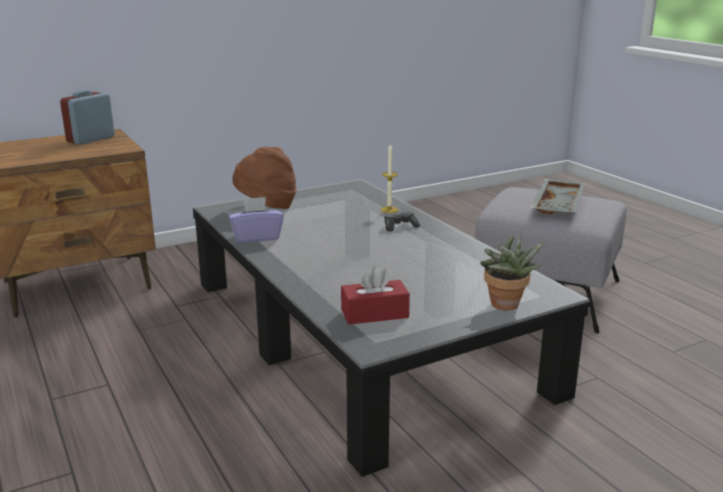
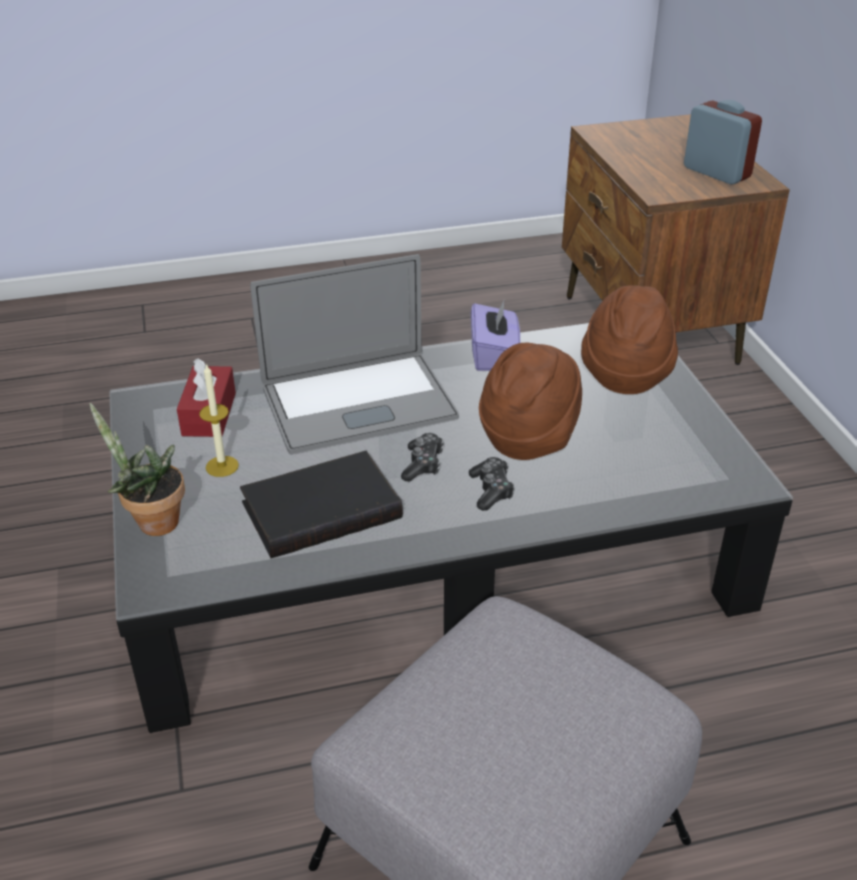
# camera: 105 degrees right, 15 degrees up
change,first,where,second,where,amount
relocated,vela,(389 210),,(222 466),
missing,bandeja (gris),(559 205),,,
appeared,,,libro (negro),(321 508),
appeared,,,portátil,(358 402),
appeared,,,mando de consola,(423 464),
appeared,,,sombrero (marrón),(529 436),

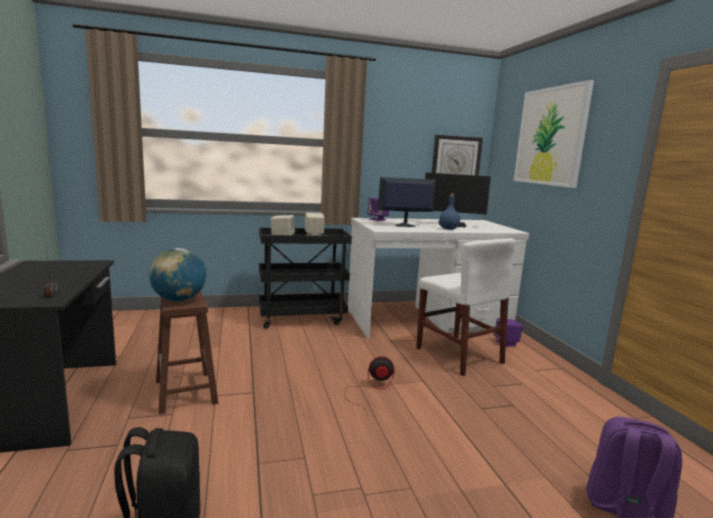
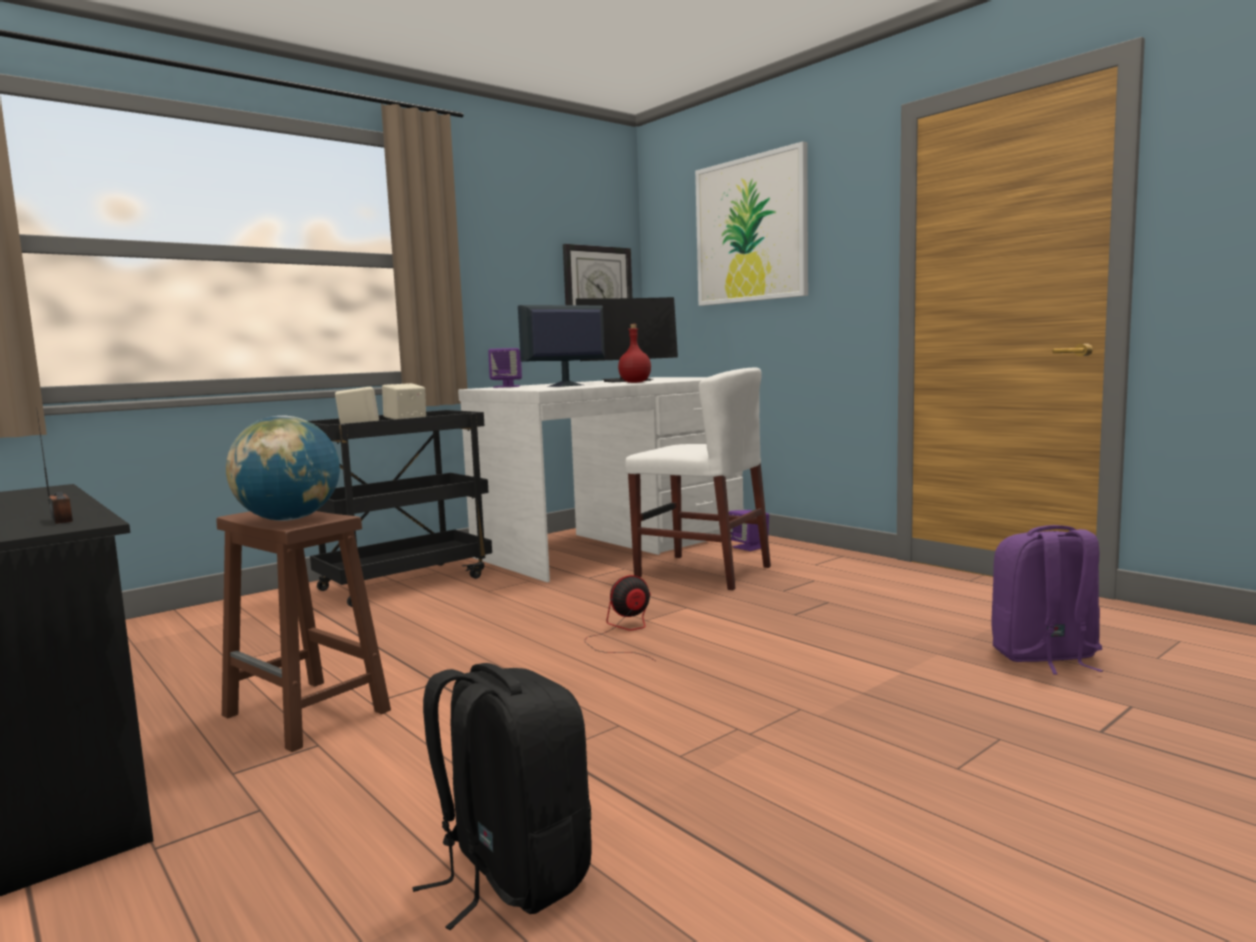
# camera: 25 degrees left, 5 degrees down
change,first,where,second,where,amount
colour,botella (azul),(449 229),botella (rojo),(635 382),

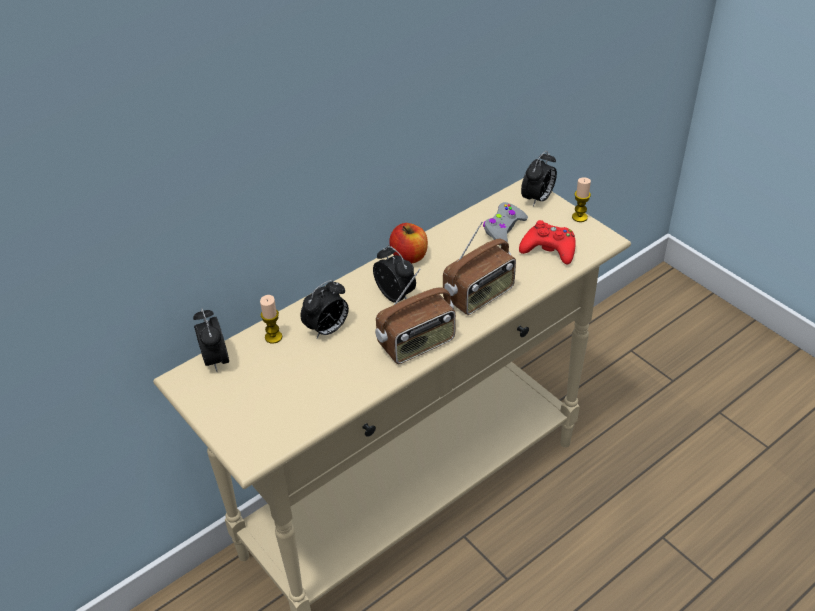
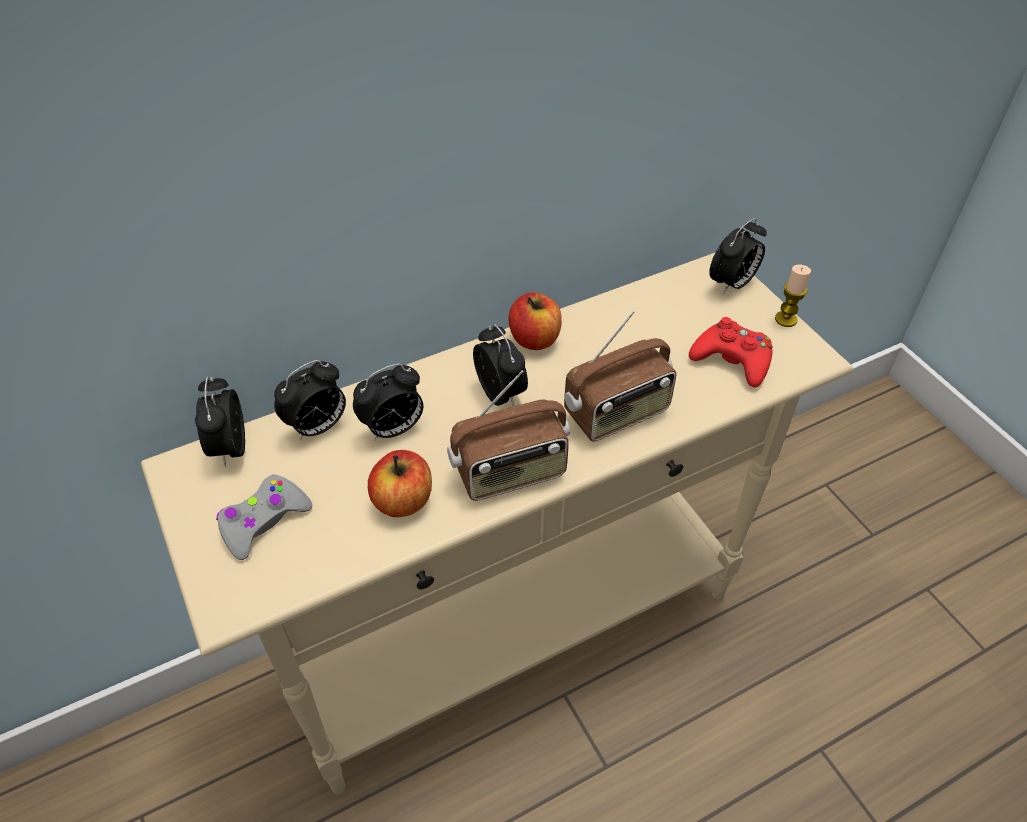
# camera: 10 degrees right, 5 degrees up
change,first,where,second,where,amount
exchanged,vela,(273 337),despertador,(317 427),
relocated,mando de consola (gris),(503 229),,(264 521),
appeared,,,manzana,(403 500),

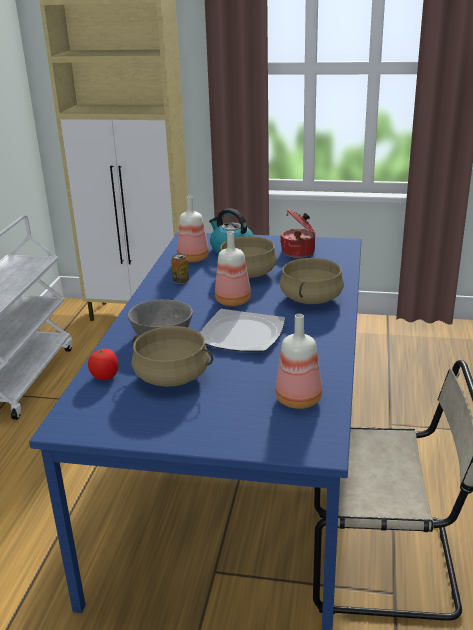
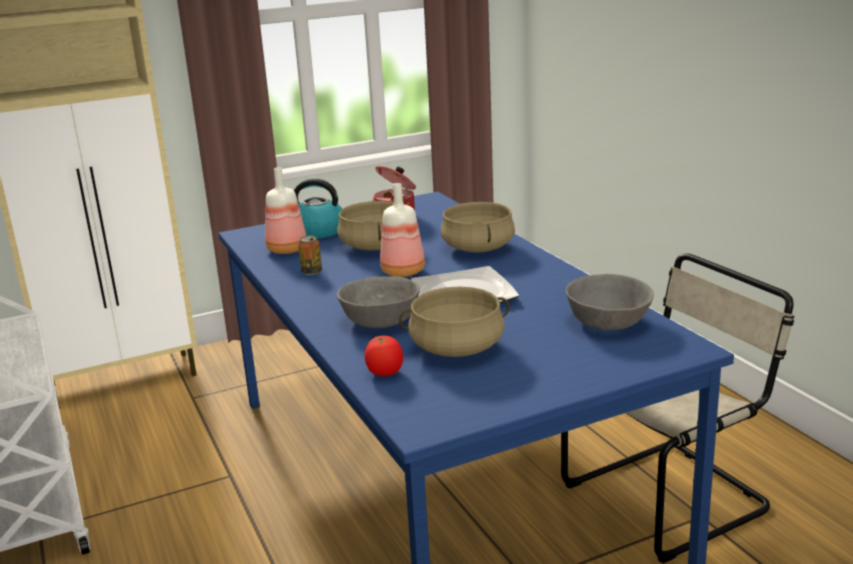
# camera: 35 degrees left, 5 degrees down
change,first,where,second,where,amount
exchanged,botella,(299 399),cuenco (gris),(609 322),

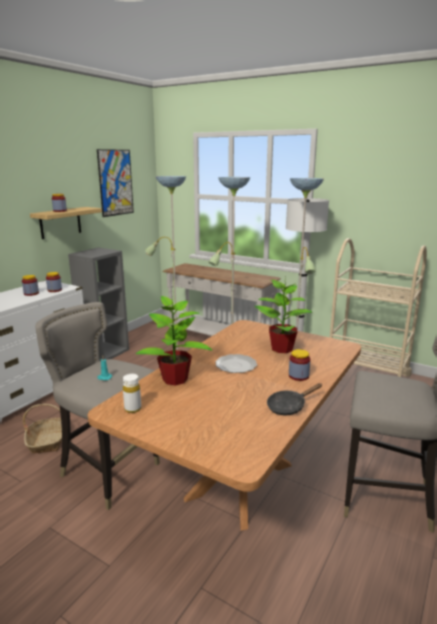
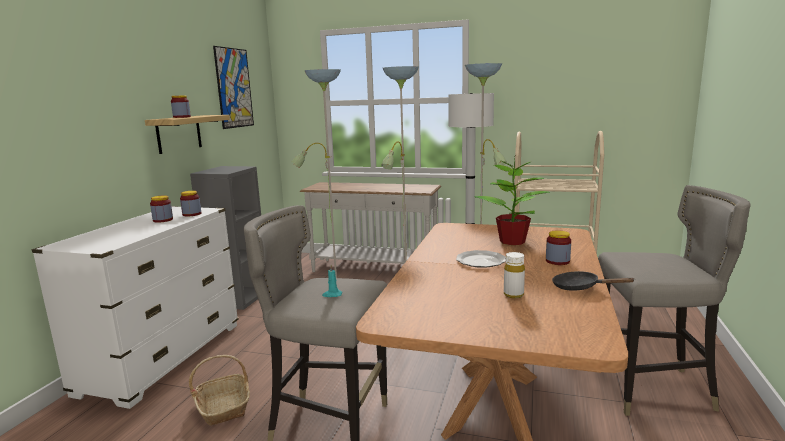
# camera: 15 degrees left, 5 degrees down
change,first,where,second,where,amount
relocated,botella (blanco),(133 409),,(513 295),
missing,planta en maceta,(175 379),,,
spun,sartén (negro),(289 406),,(580 287),75 degrees clockwise

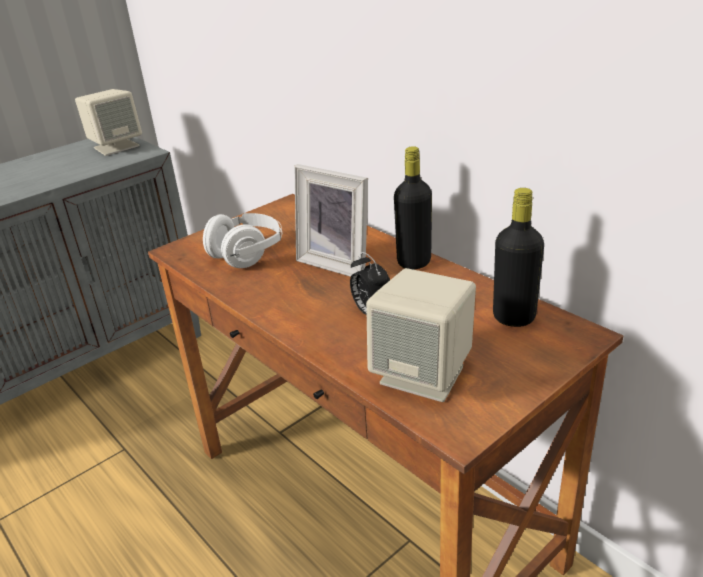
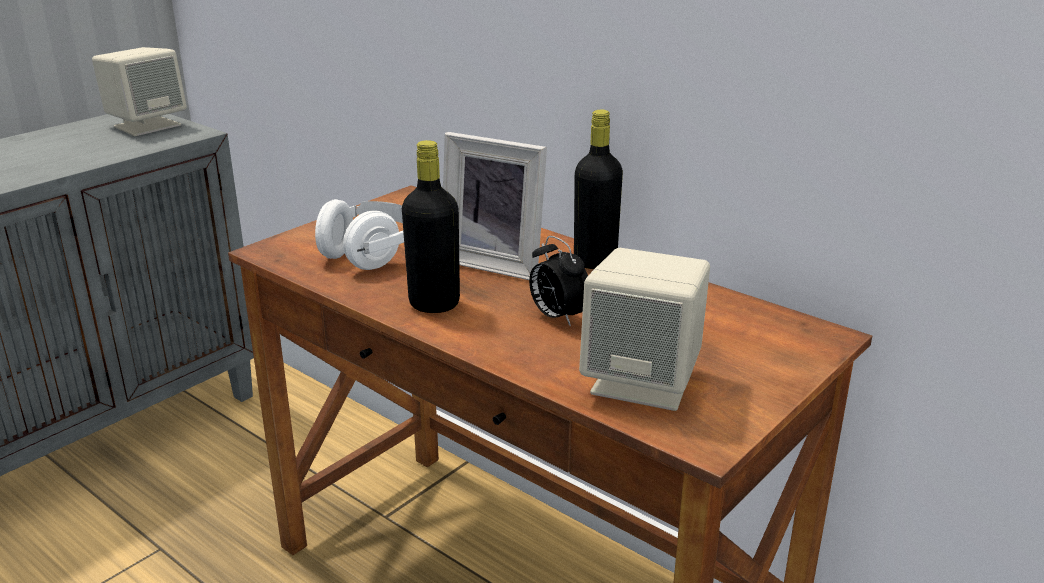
# camera: 10 degrees left, 5 degrees down
change,first,where,second,where,amount
relocated,botella (negro),(514 317),,(434 304),

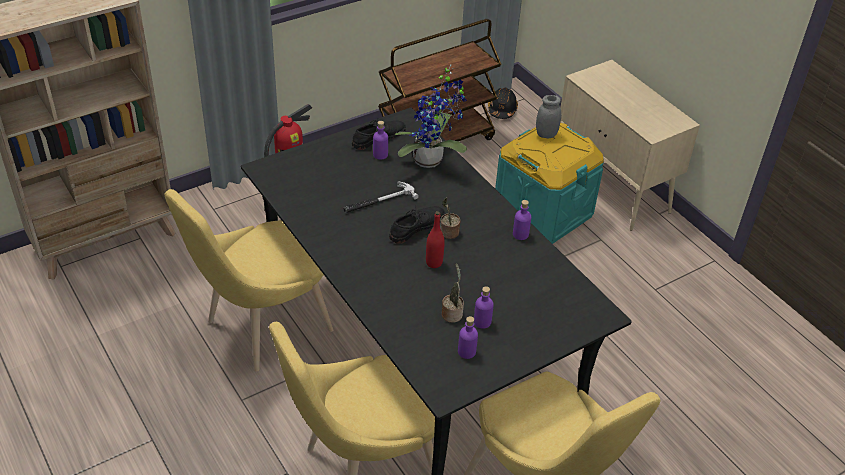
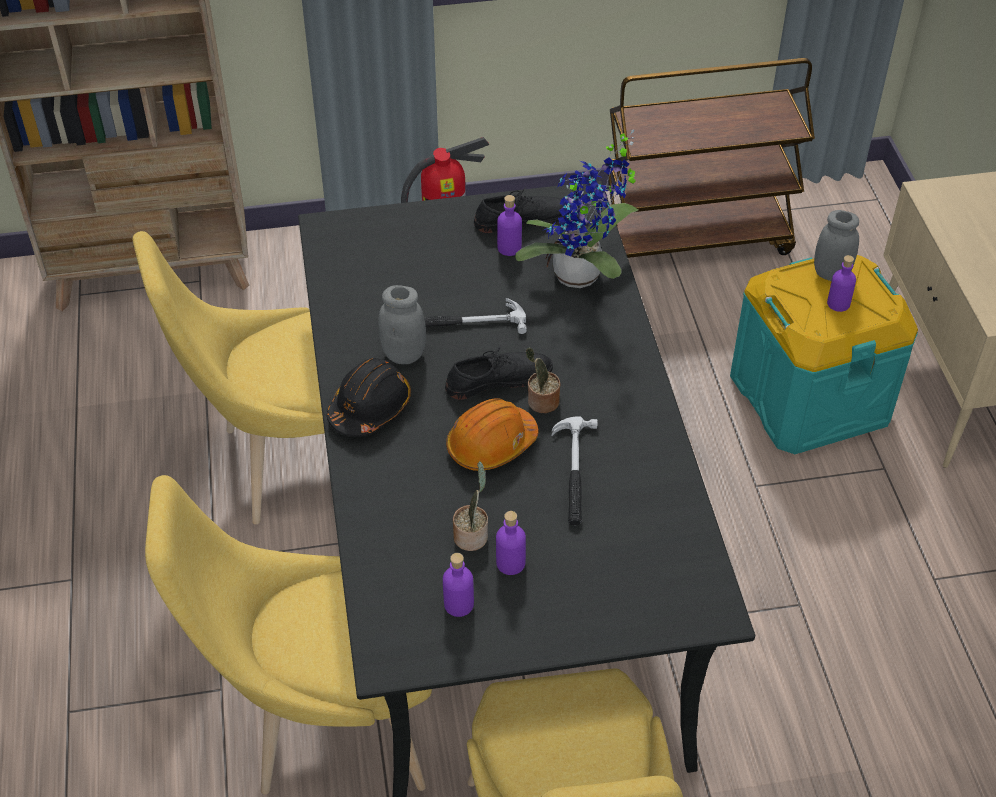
# camera: 25 degrees right, 5 degrees up
change,first,where,second,where,amount
exchanged,botella (rojo),(434 263),casco (naranja),(491 445),
relocated,casco (negro),(502 110),,(370 408),
relocated,botella (morado),(520 234),,(838 303),
appeared,,,tarro (gris),(404 354),
appeared,,,martillo,(574 473),

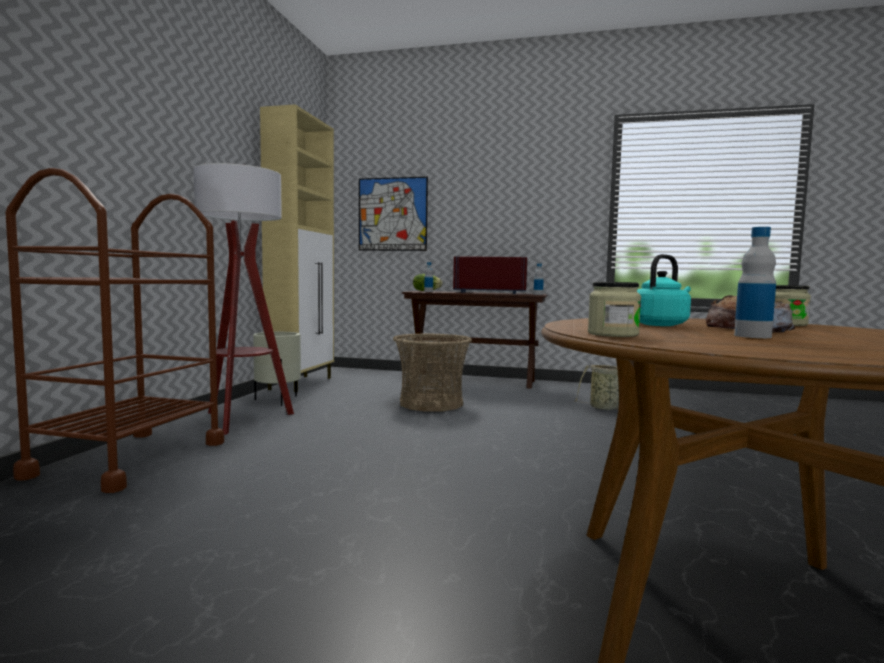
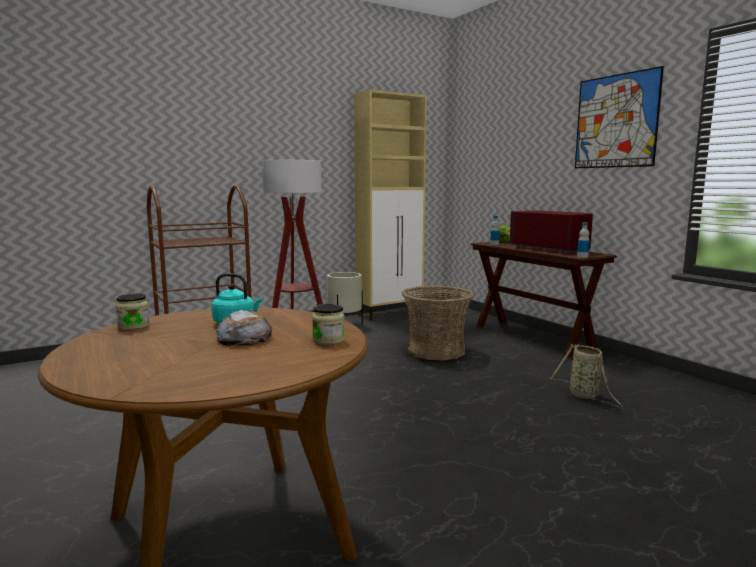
# camera: 45 degrees right, 5 degrees up
change,first,where,second,where,amount
relocated,cuadro,(392 214),,(616 121),
missing,botella,(752 336),,,

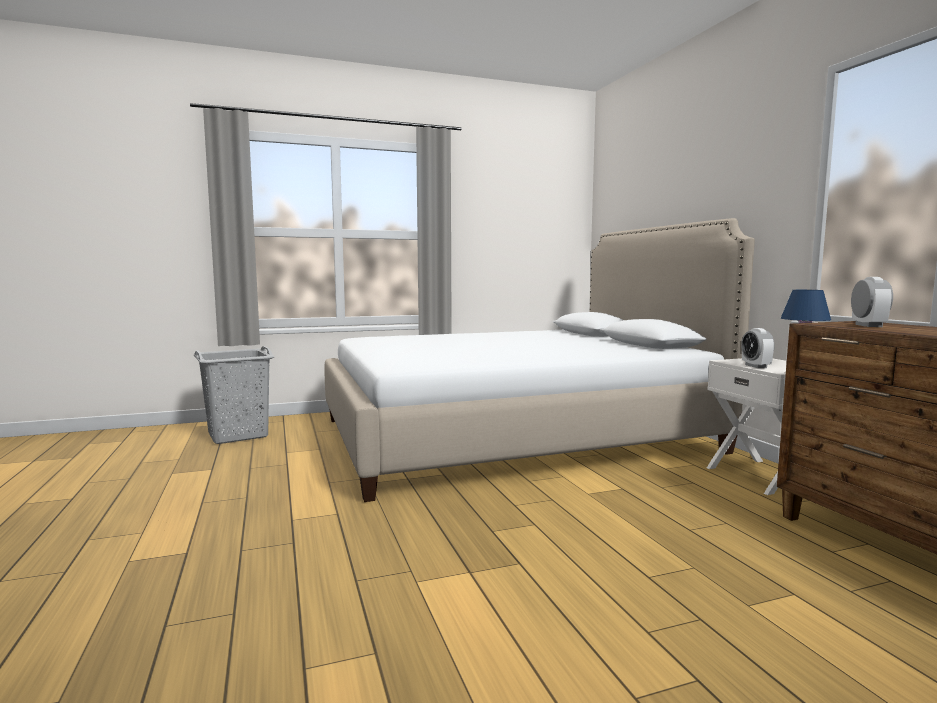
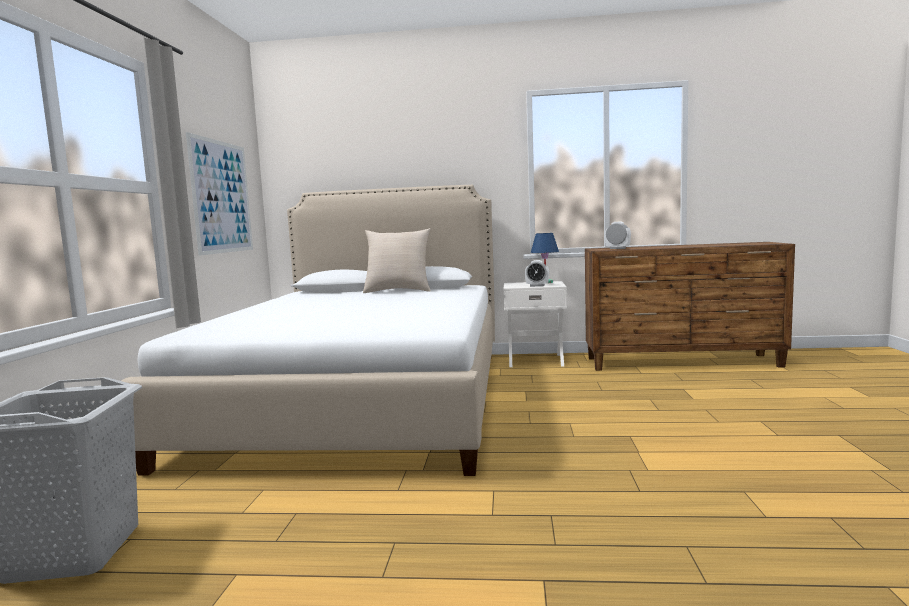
# camera: 65 degrees left, 0 degrees up
change,first,where,second,where,amount
appeared,,,cuadro,(222 197),
appeared,,,cojín (beis),(398 291),

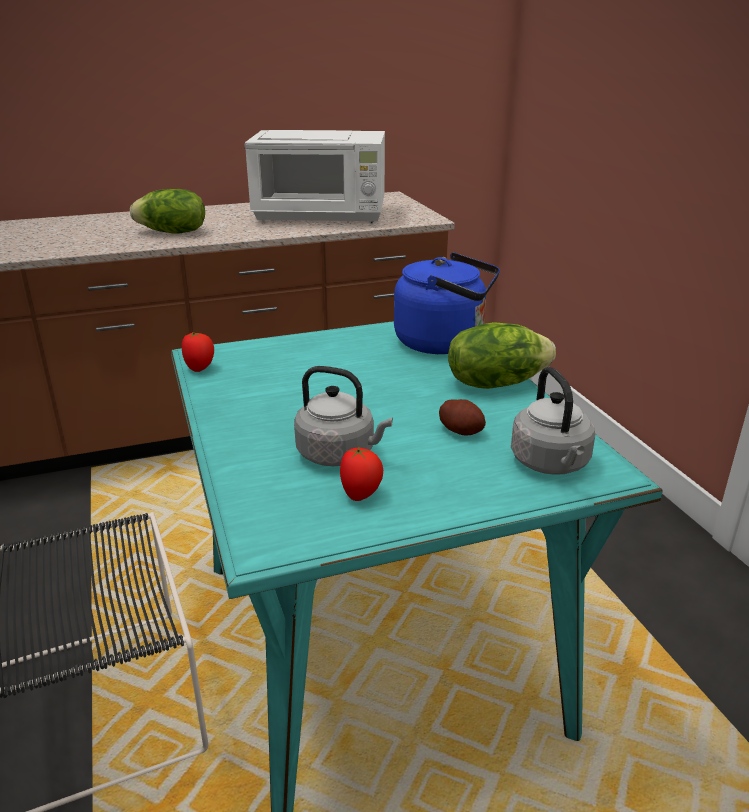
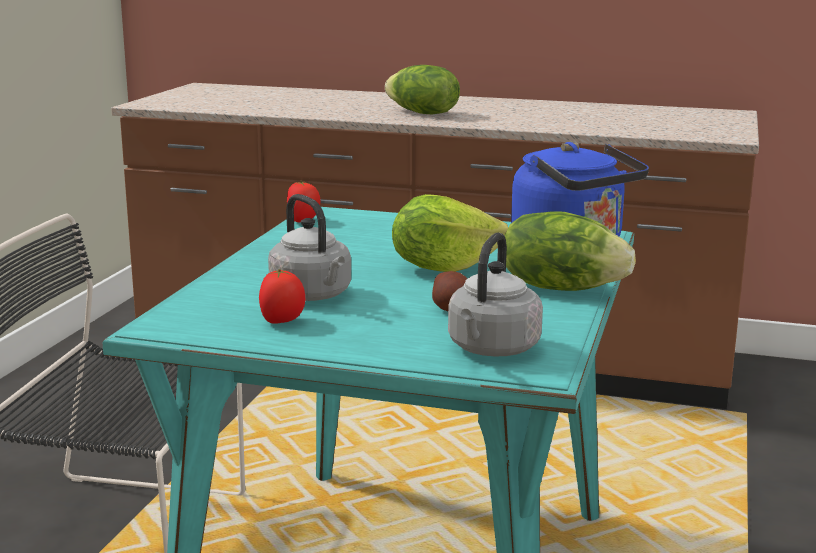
# camera: 35 degrees right, 10 degrees down
change,first,where,second,where,amount
missing,microondas (blanco),(322 216),,,
appeared,,,lechuga,(442 267),

